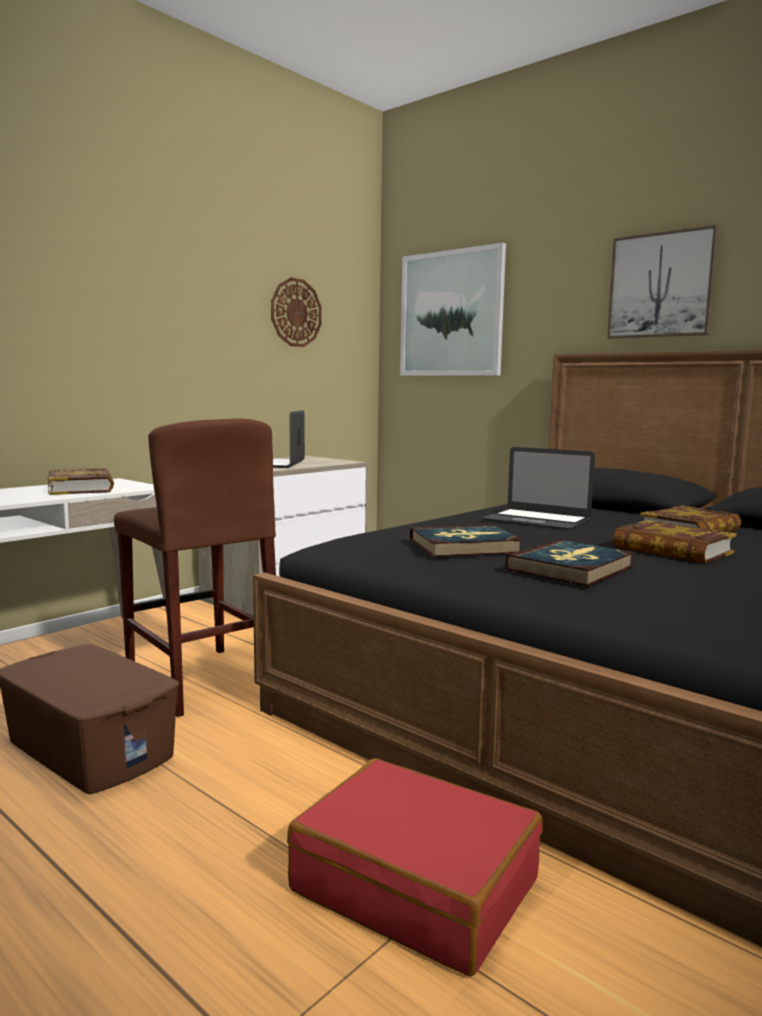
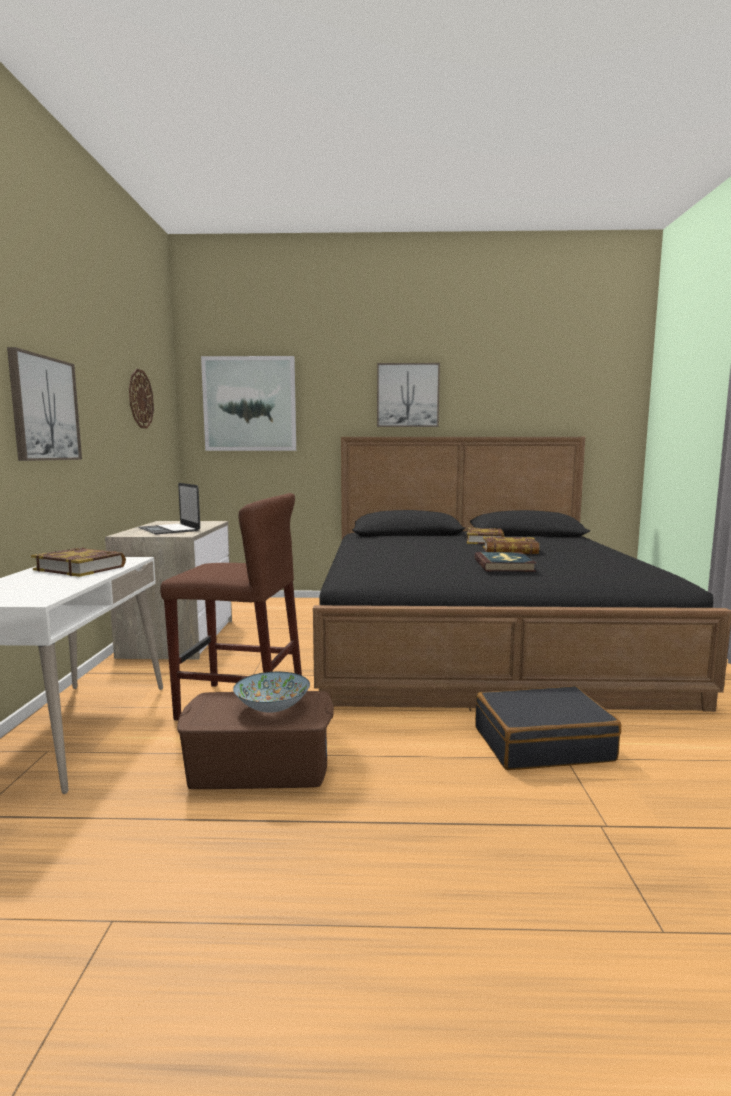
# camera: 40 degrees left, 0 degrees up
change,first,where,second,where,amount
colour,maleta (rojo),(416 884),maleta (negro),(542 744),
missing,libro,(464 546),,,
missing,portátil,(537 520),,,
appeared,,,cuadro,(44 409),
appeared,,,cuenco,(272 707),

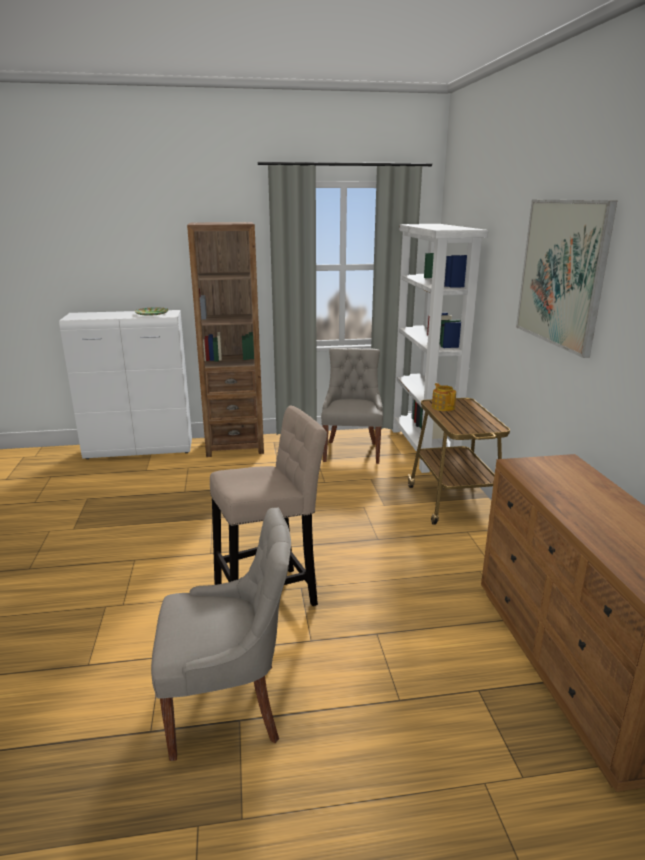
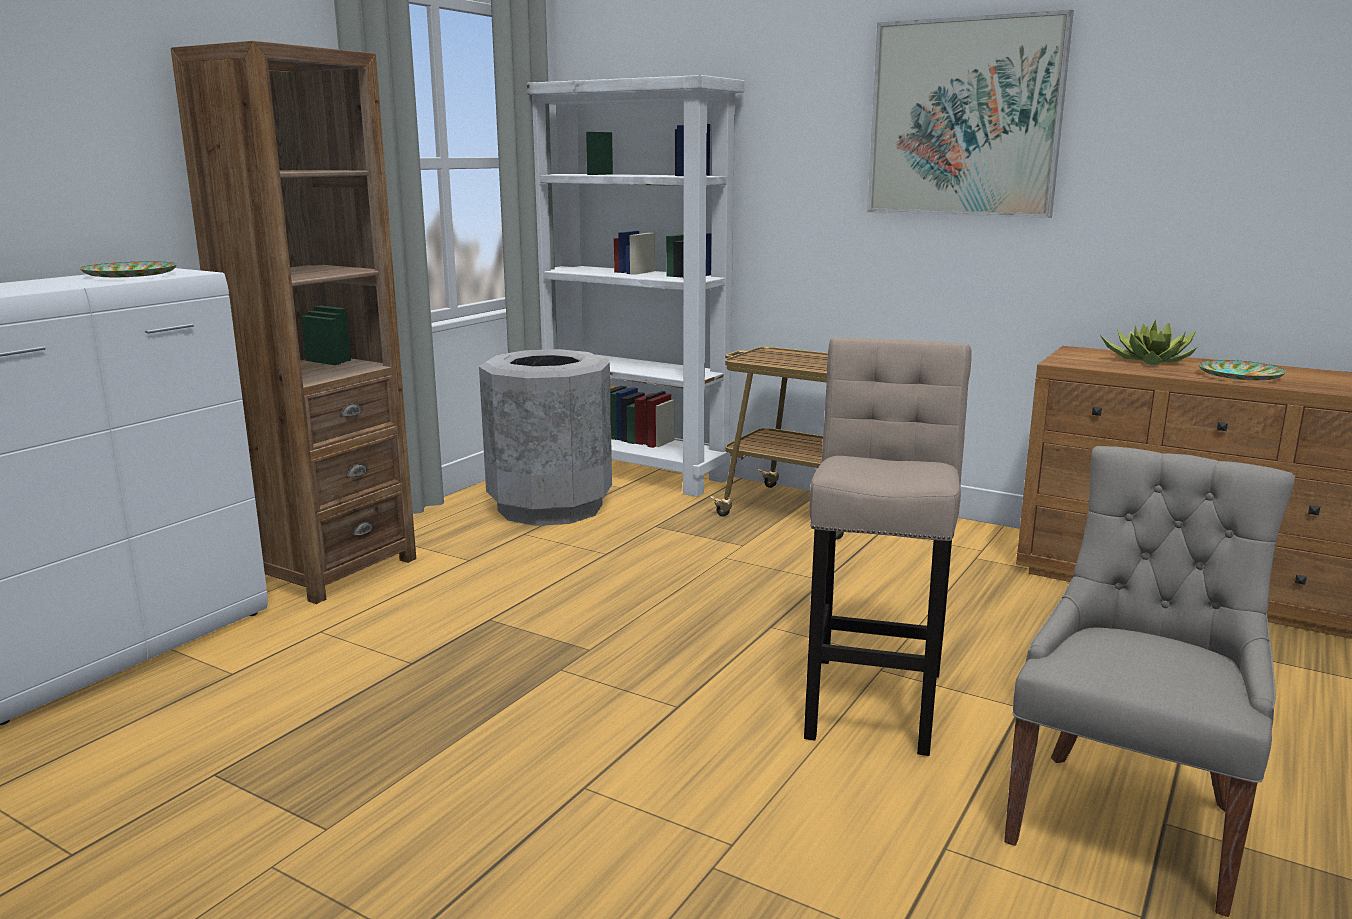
# camera: 50 degrees left, 5 degrees down
change,first,where,second,where,amount
exchanged,silla (gris),(352 451),papelera (gris),(550 507),
missing,tetera,(443 407),,,
appeared,,,planta en maceta,(1148 360),
appeared,,,plato,(1239 375),

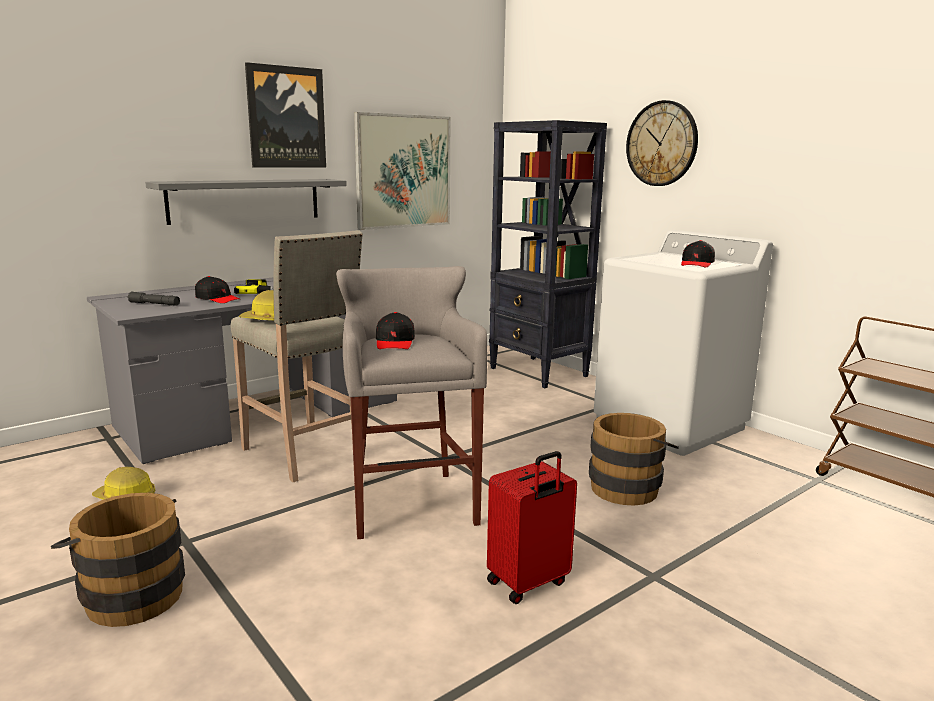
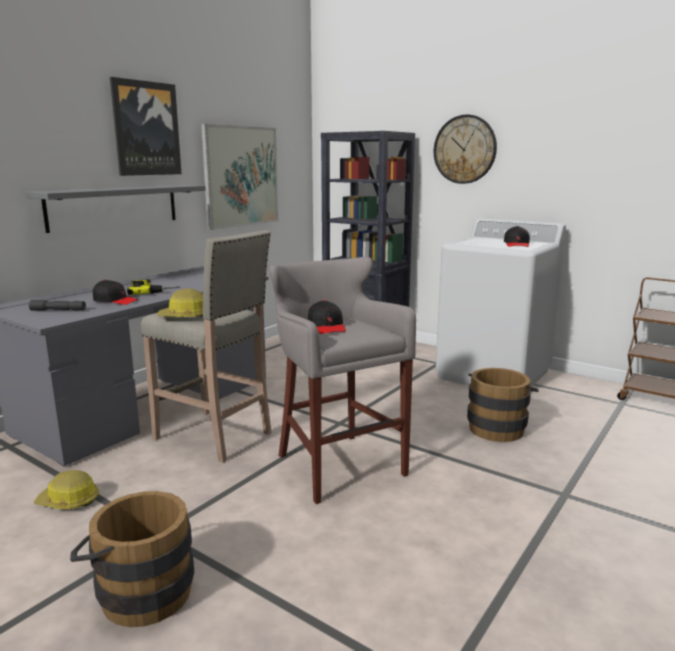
# camera: 15 degrees left, 0 degrees up
change,first,where,second,where,amount
missing,maleta (rojo),(529 583),,,

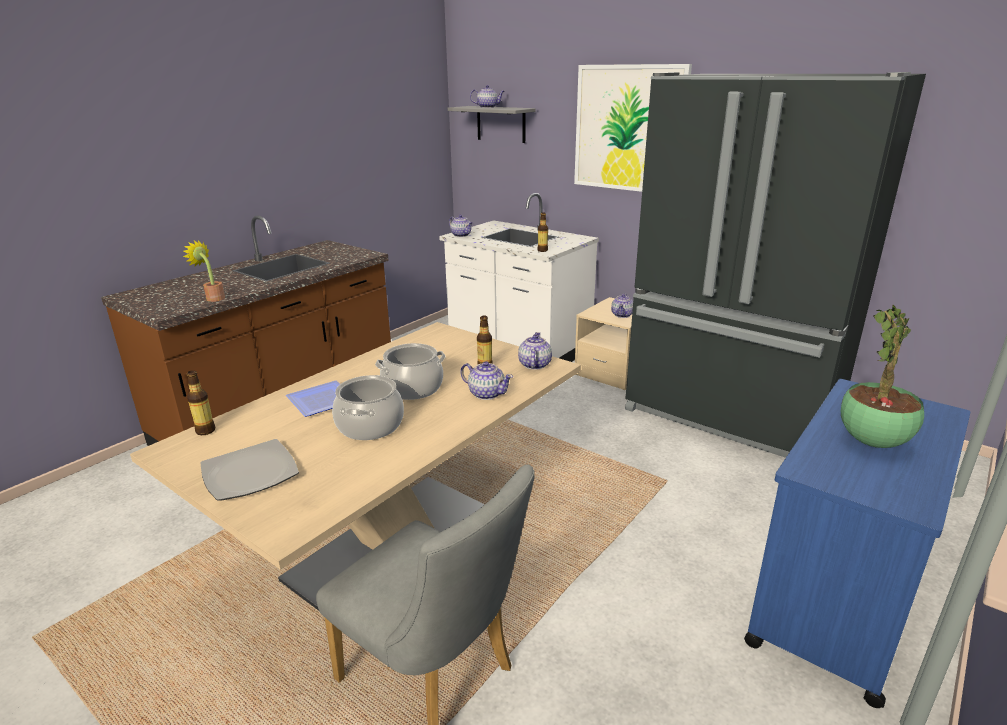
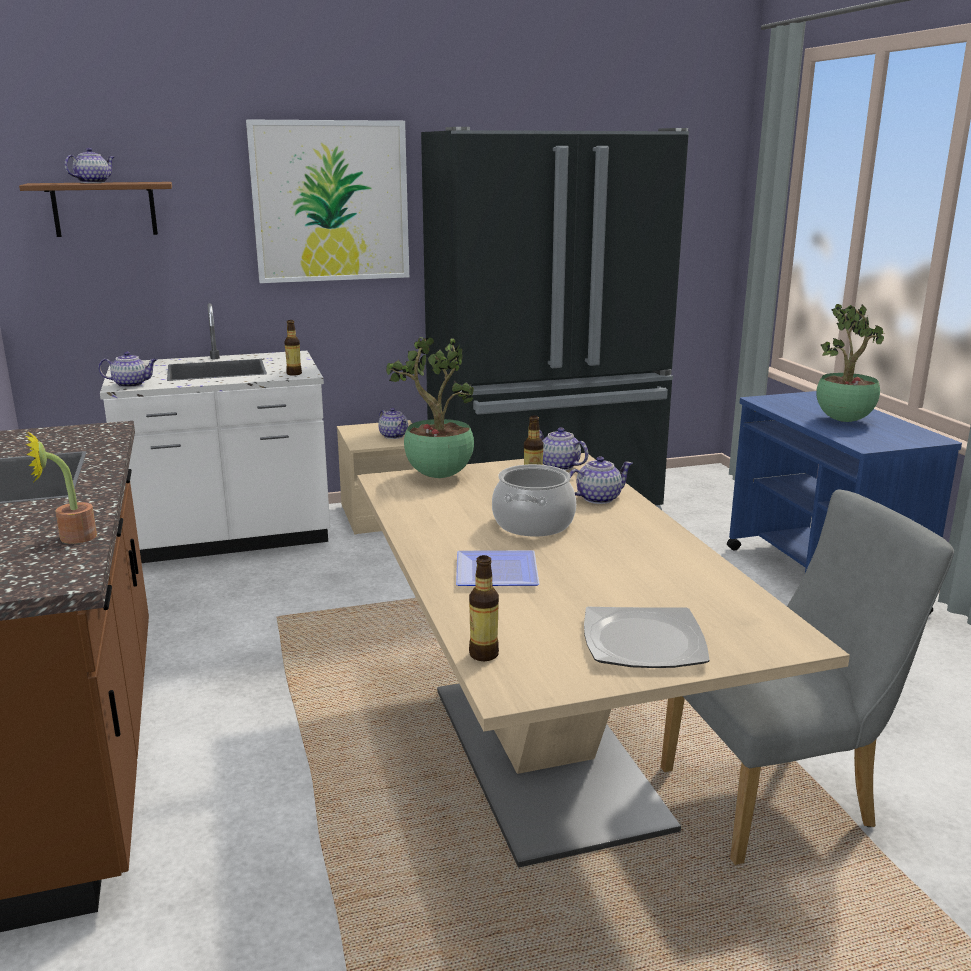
# camera: 55 degrees left, 5 degrees down
change,first,where,second,where,amount
missing,olla,(370 426),,,
colour,estante (gris),(501 124),estante (marrón),(104 209),
appeared,,,planta en maceta,(437 476),

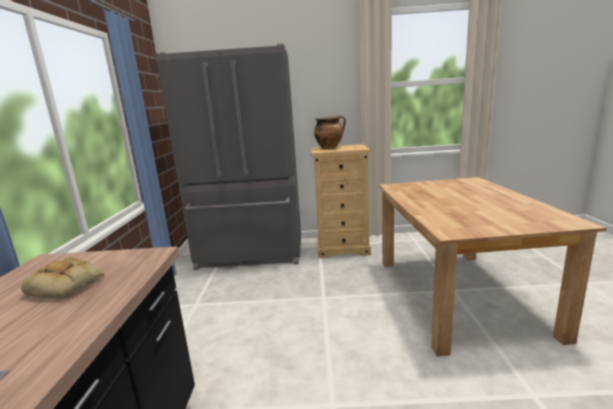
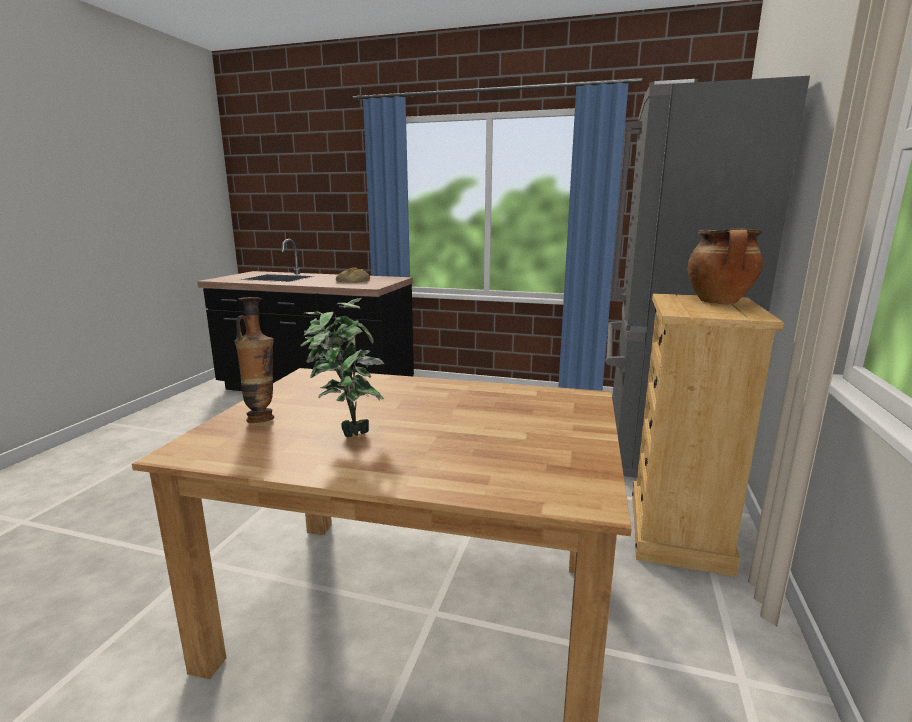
# camera: 105 degrees right, 0 degrees up
change,first,where,second,where,amount
appeared,,,florero,(262 418),
appeared,,,planta en maceta,(346 430),

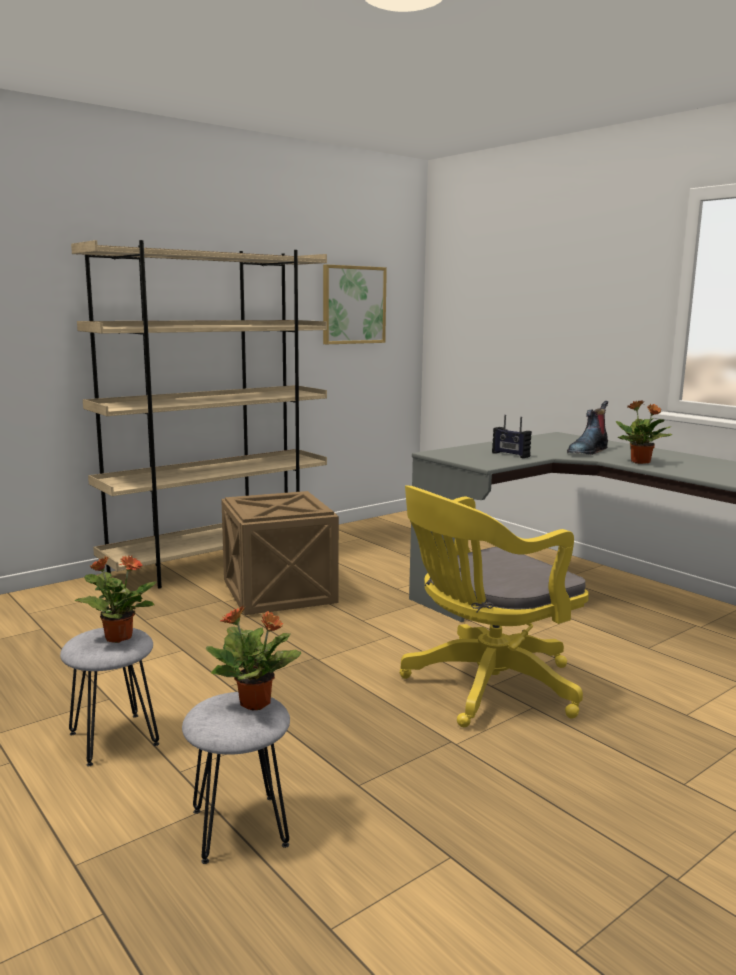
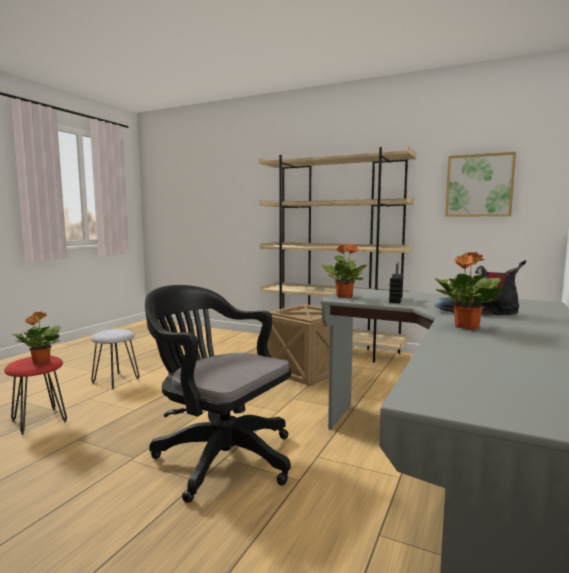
# camera: 65 degrees right, 5 degrees down
change,first,where,second,where,amount
relocated,planta en maceta,(118 637),,(344 296),
colour,taburete (gris),(238 828),taburete (rojo),(39 420),
colour,silla de oficina (amarillo),(484 687),silla de oficina (negro),(219 456),

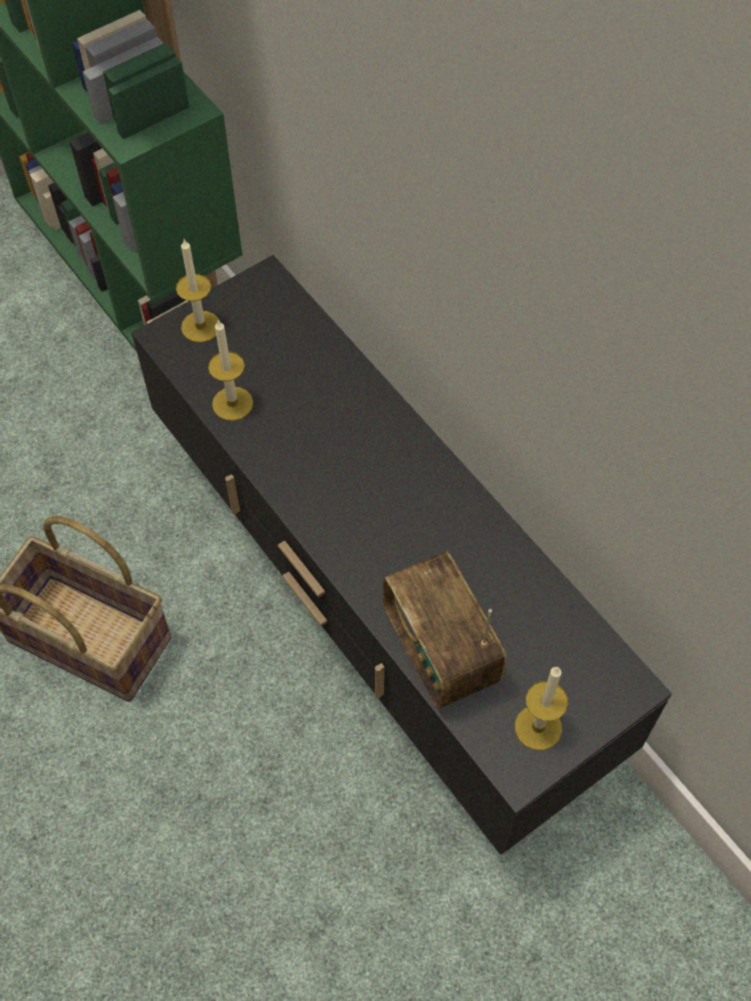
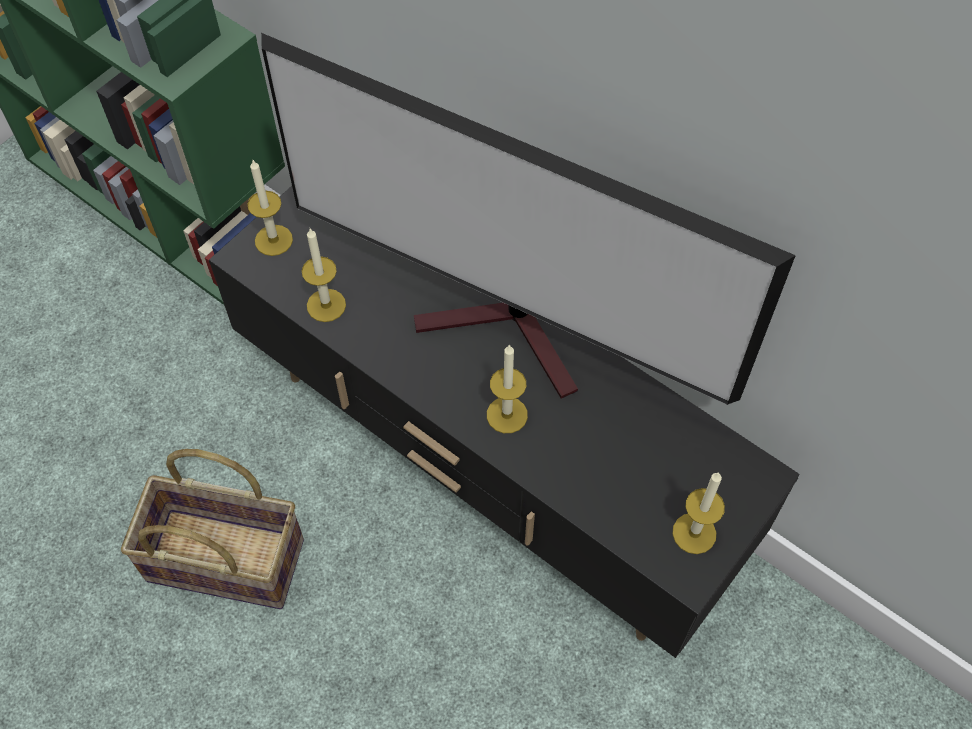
# camera: 15 degrees left, 0 degrees up
change,first,where,second,where,amount
missing,radio,(440 650),,,
appeared,,,televisor,(512 335),
appeared,,,vela,(507 415),

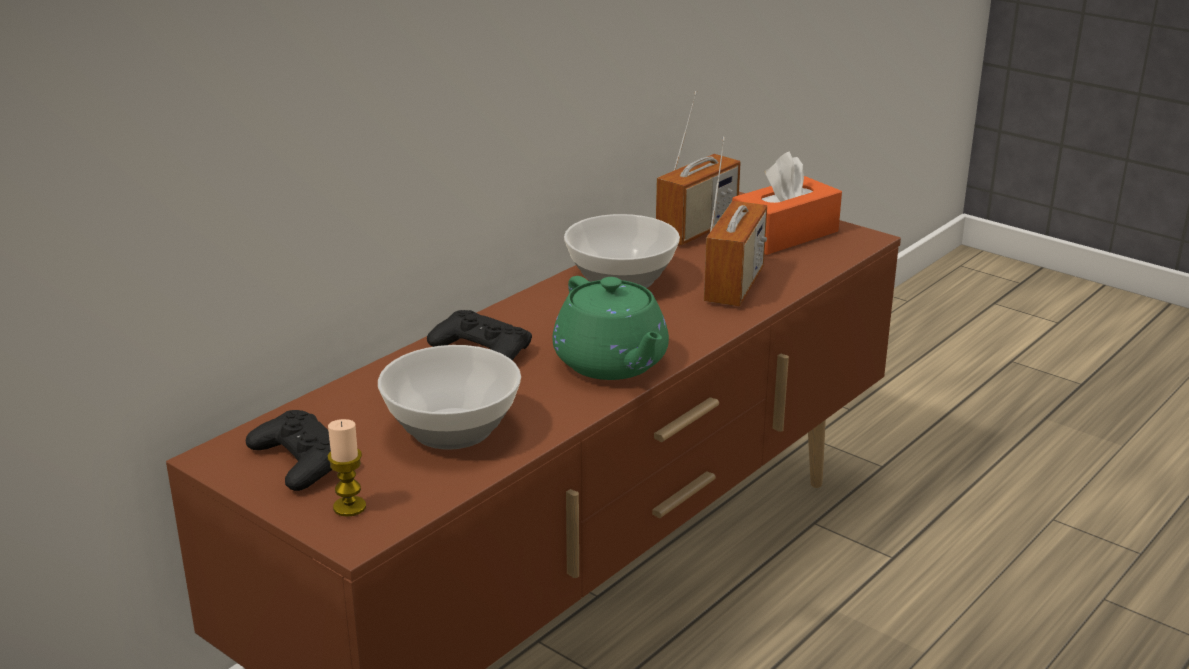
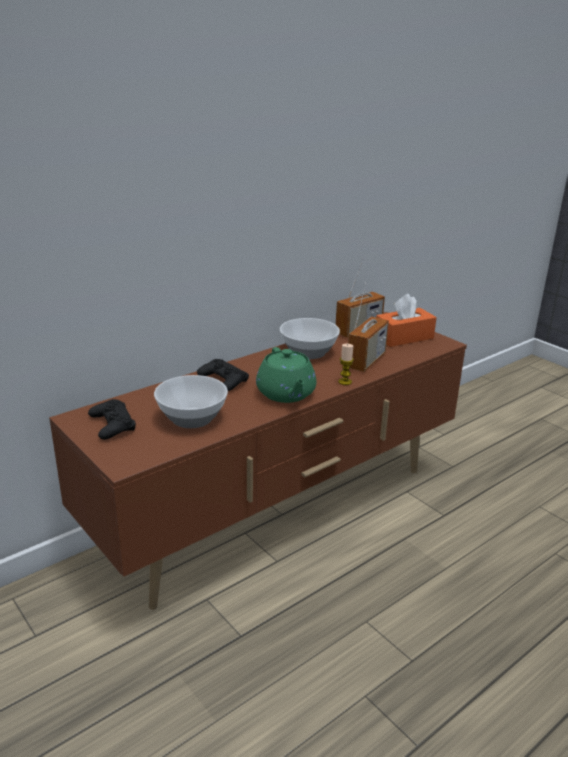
# camera: 10 degrees right, 0 degrees up
change,first,where,second,where,amount
relocated,vela,(349 507),,(345 382),

